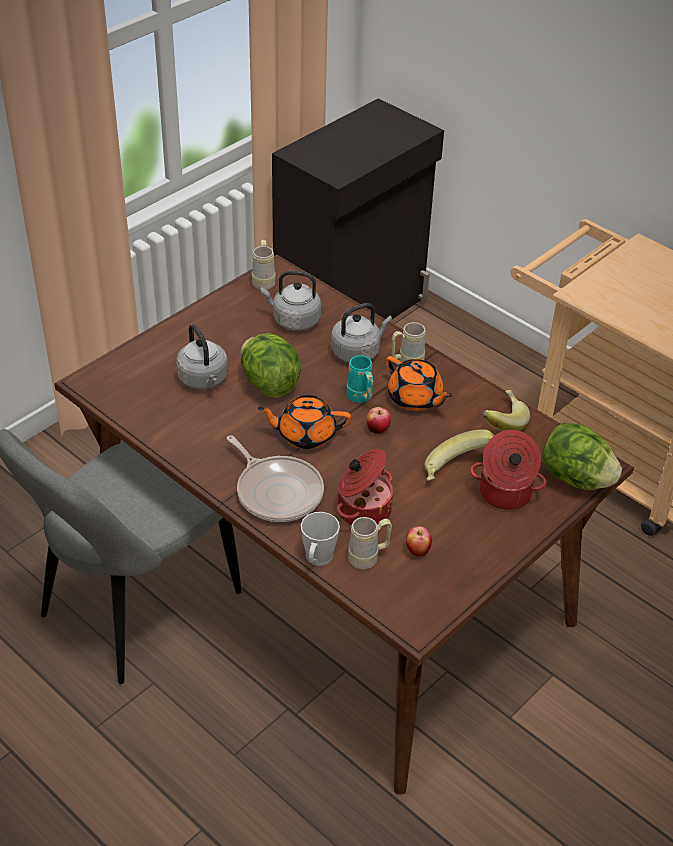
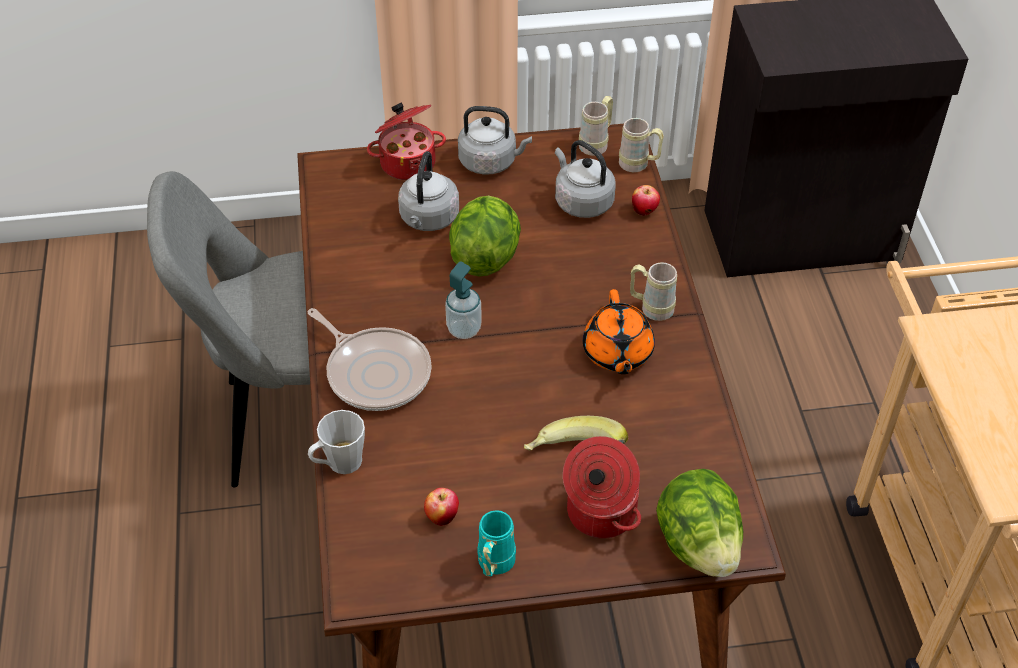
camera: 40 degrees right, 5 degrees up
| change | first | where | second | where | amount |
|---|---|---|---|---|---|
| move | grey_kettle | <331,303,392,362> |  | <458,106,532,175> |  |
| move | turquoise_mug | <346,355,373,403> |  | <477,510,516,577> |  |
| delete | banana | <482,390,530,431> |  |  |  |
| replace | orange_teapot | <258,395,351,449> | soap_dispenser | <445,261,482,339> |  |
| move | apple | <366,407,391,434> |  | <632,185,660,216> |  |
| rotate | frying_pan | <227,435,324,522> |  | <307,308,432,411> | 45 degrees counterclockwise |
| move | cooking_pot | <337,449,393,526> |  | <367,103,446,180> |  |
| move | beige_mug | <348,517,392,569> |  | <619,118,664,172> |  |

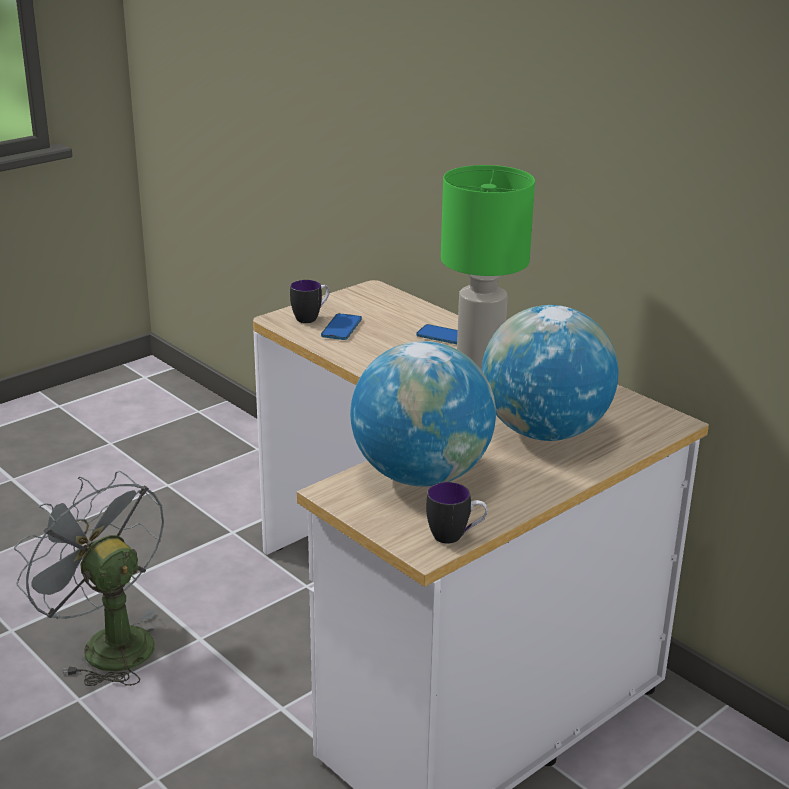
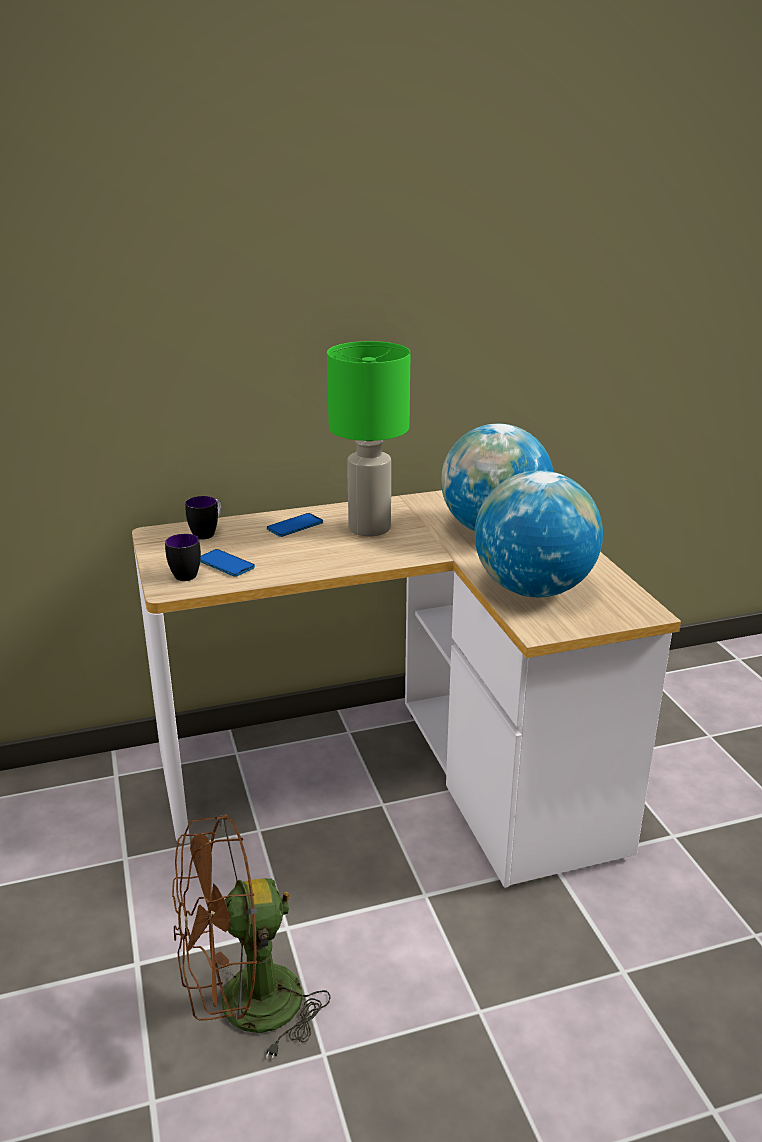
camera: 65 degrees left, 0 degrees up
| change | first | where | second | where | amount |
|---|---|---|---|---|---|
| recolor | grey_fan | <14,471,164,686> | brown_fan | <172,815,331,1061> |  |
| move | mug | <426,482,488,544> |  | <185,496,222,540> |  |

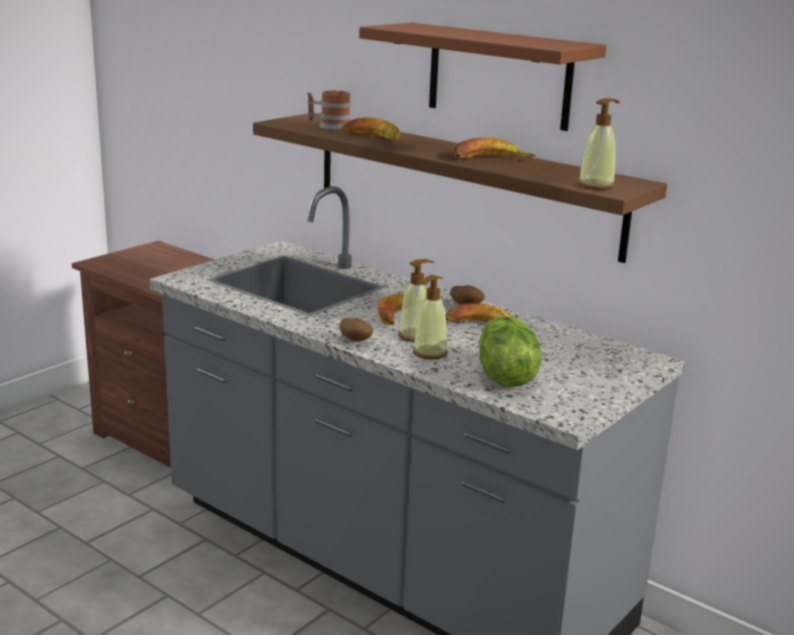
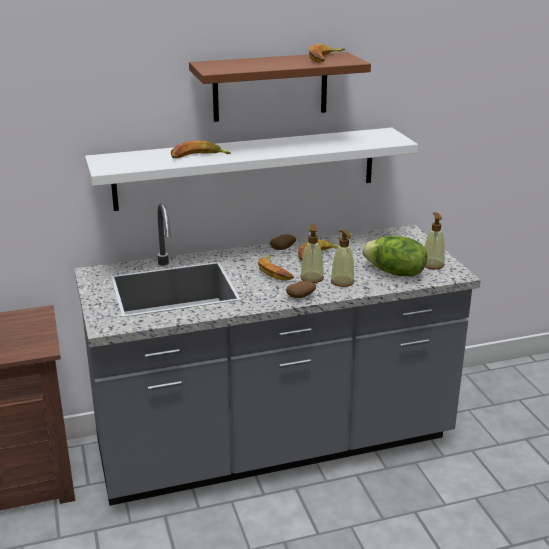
camera: 55 degrees left, 5 degrees up
| change | first | where | second | where | amount |
|---|---|---|---|---|---|
| delete | mug | <307,90,351,130> |  |  |  |
| move | soap_dispenser | <578,98,620,190> |  | <424,212,445,269> |  |
| recolor | brown_shelf | <253,114,667,263> | white_shelf | <85,128,418,211> |  |
| move | banana | <454,137,535,159> |  | <309,44,345,63> |  |

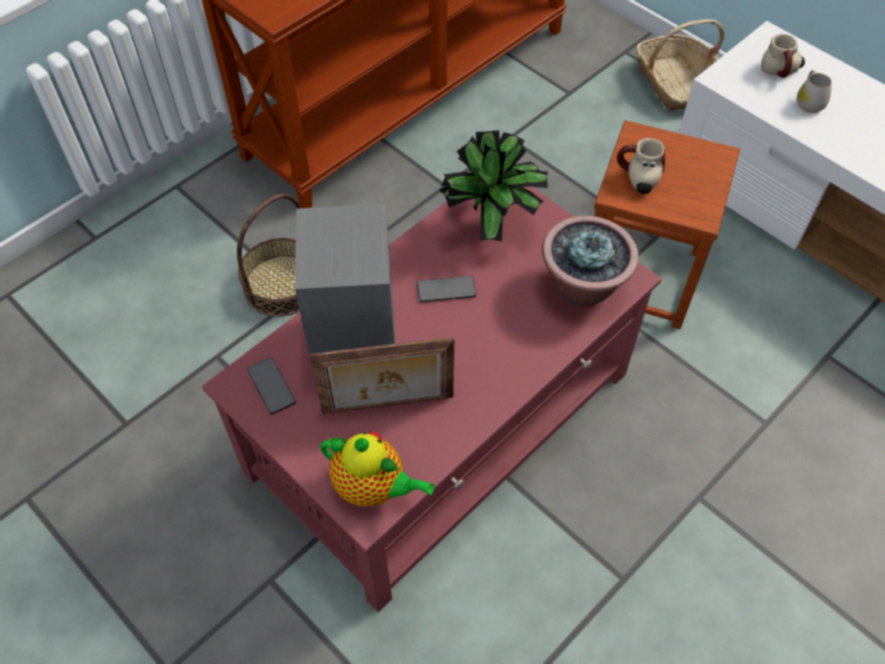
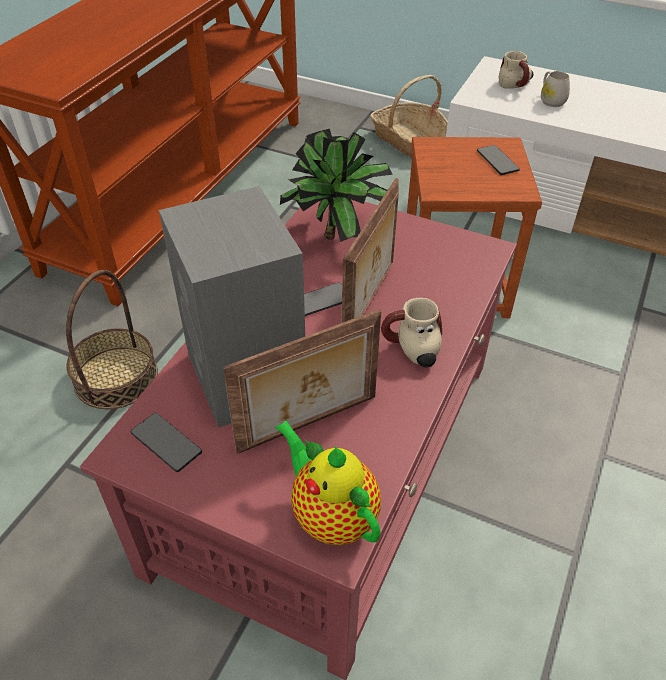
camera: 20 degrees left, 10 degrees down
| change | first | where | second | where | amount |
|---|---|---|---|---|---|
| move | mug | <616,138,665,194> |  | <381,297,442,367> |  |
| delete | potted_plant | <542,216,638,306> |  |  |  |
| rotate | teapot | <320,432,435,507> |  | <275,421,381,545> | 135 degrees counterclockwise |
| insert |  |  | phone | <477,145,520,175> |  |
| insert |  |  | picture_frame | <342,178,399,323> |  |

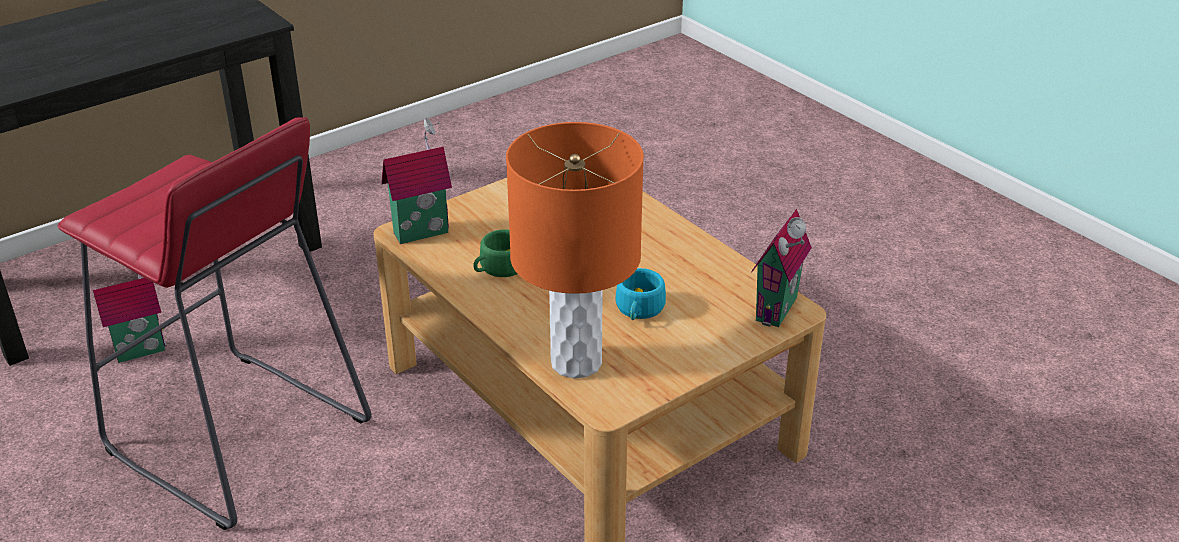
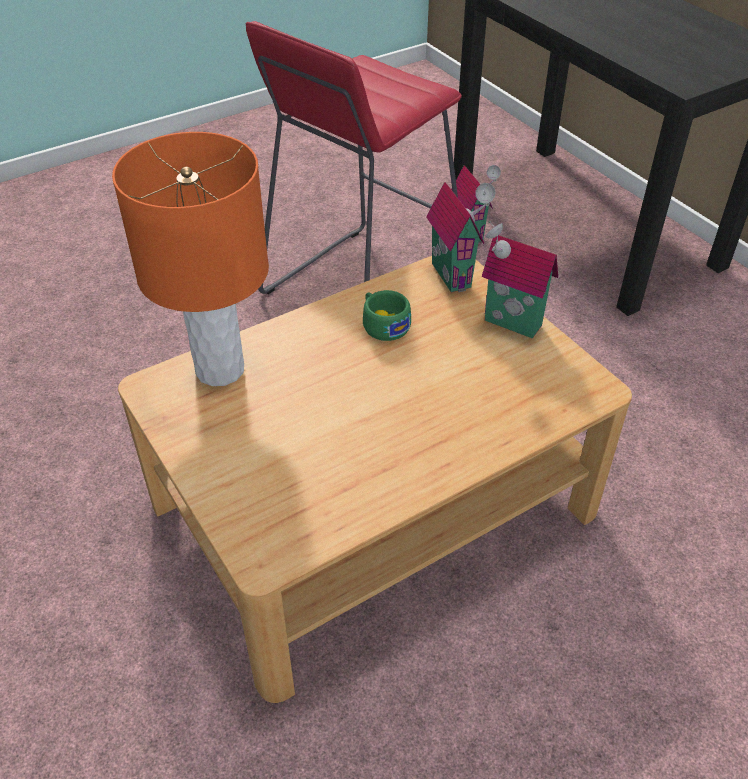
camera: 95 degrees right, 10 degrees up
| change | first | where | second | where | amount |
|---|---|---|---|---|---|
| move | toy_house | <751,209,812,327> |  | <482,221,558,338> |  |
| delete | turquoise_cup | <616,268,666,320> |  |  |  |

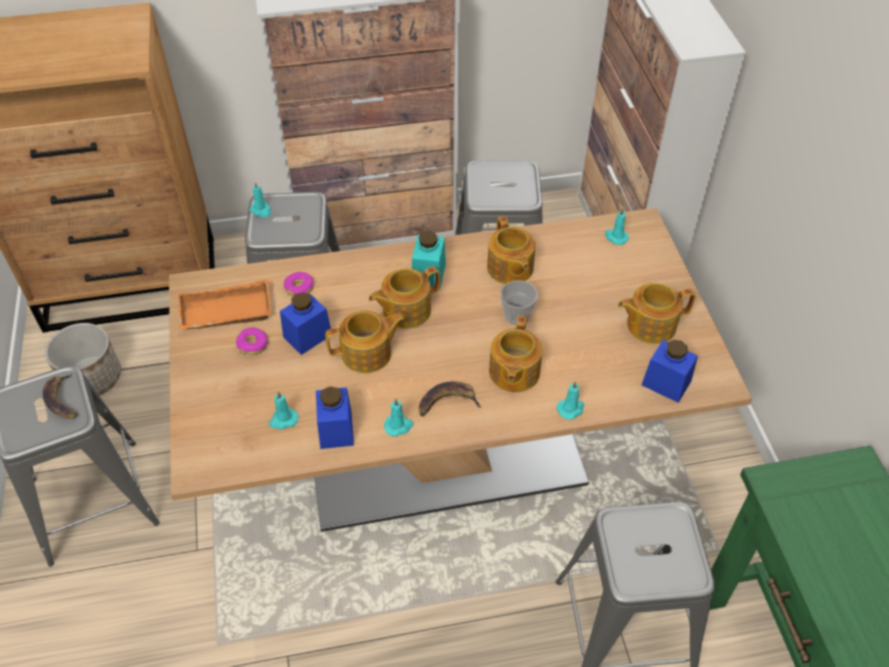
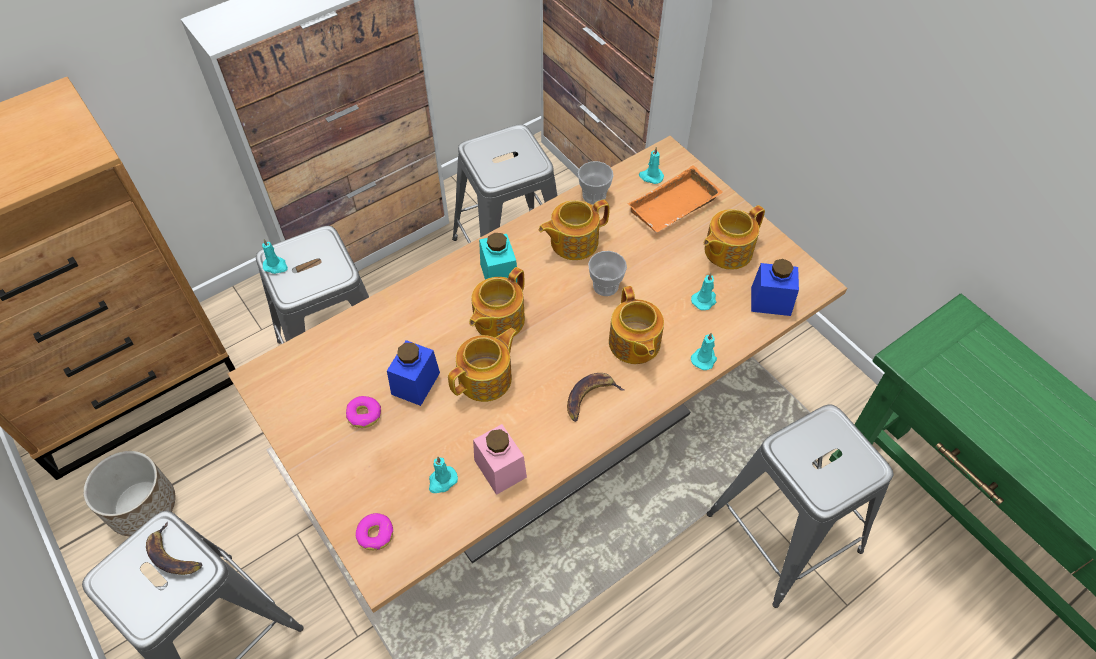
camera: 25 degrees left, 5 degrees up
| change | first | where | second | where | amount |
|---|---|---|---|---|---|
| rotate | teapot | <487,216,536,284> |  | <539,200,610,260> | 105 degrees clockwise |
| move | donut | <284,272,314,296> |  | <355,513,393,550> |  |
| move | orange_tray | <178,279,271,330> |  | <628,165,722,232> |  |
| recolor | blue_jar | <316,386,354,449> | pink_jar | <473,424,527,495> |  |
| move | turquoise_candle | <384,399,414,437> |  | <691,273,716,310> |  |
| insert |  |  | cup | <578,161,613,204> |  |

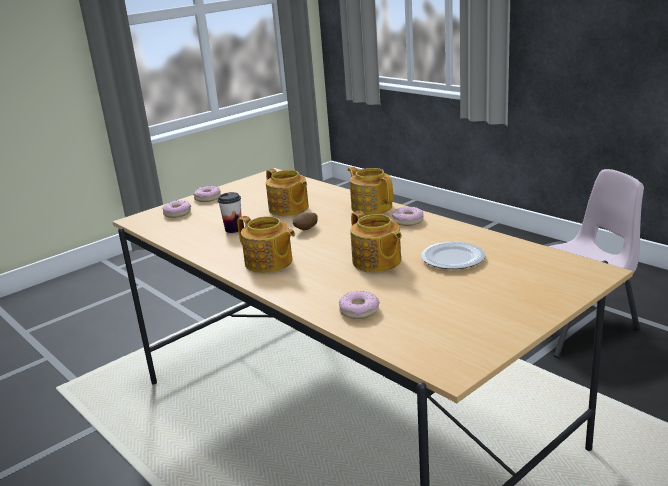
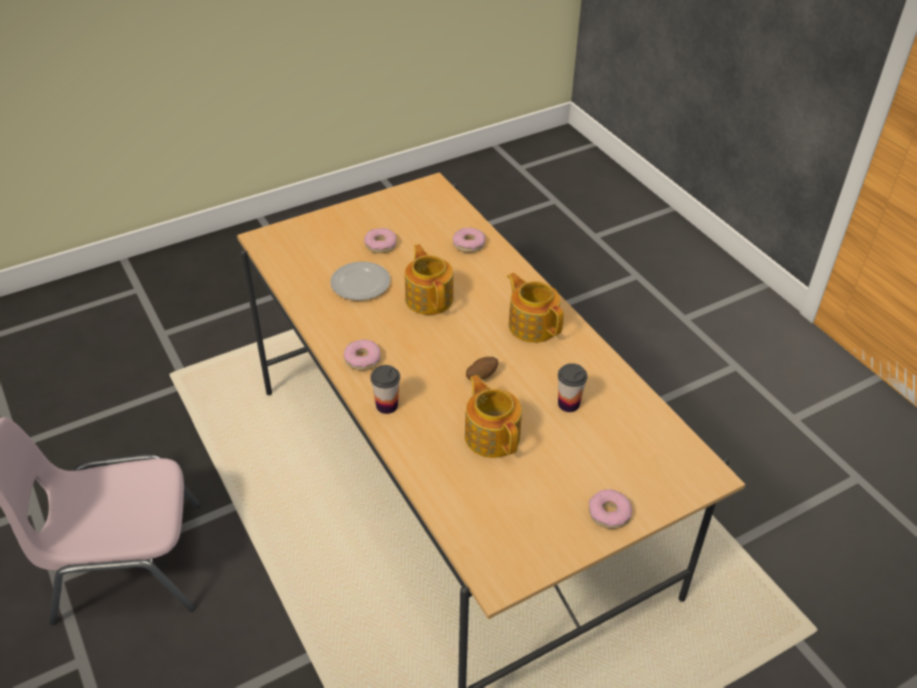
camera: 170 degrees left, 20 degrees up
| change | first | where | second | where | amount |
|---|---|---|---|---|---|
| replace | teapot | <348,166,393,215> | cup | <371,365,400,414> |  |
| move | donut | <162,200,191,218> |  | <364,228,397,253> |  |

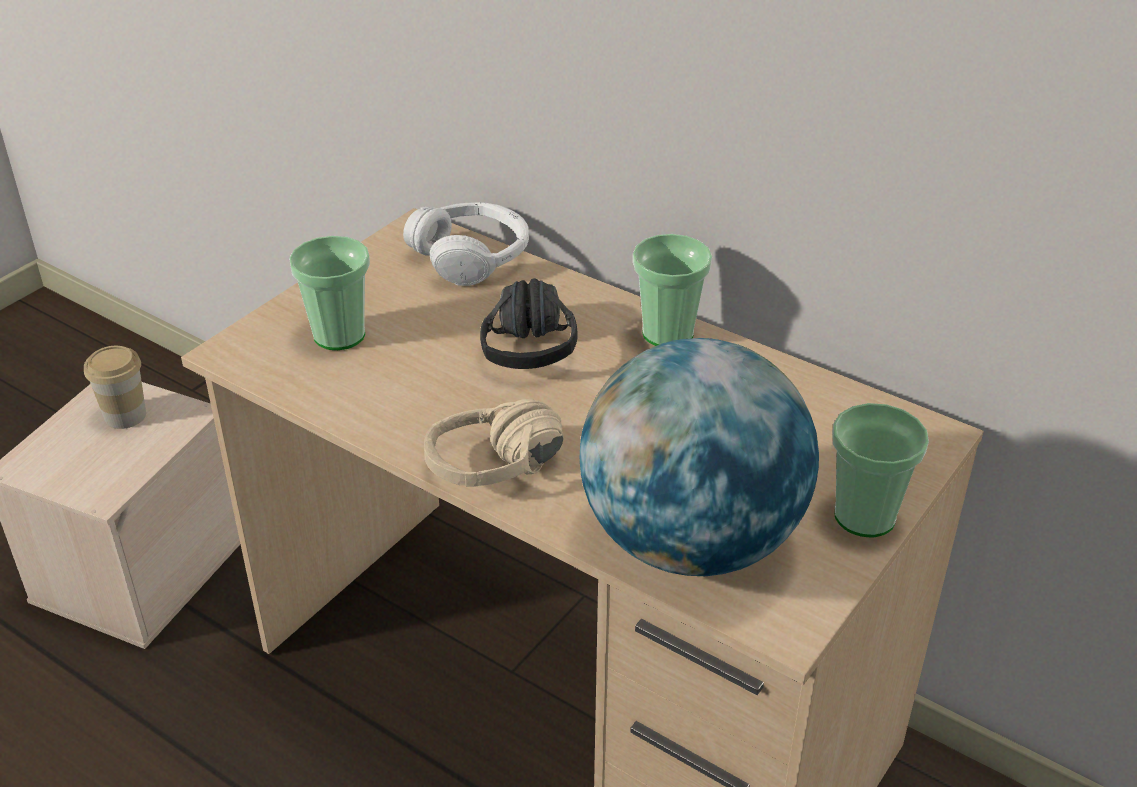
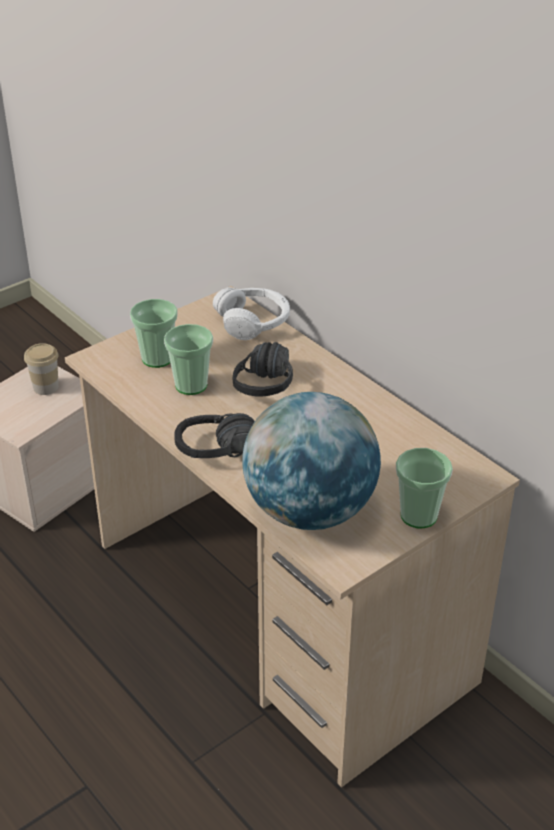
camera: 15 degrees right, 0 degrees up
| change | first | where | second | where | amount |
|---|---|---|---|---|---|
| move | cup | <633,234,712,346> |  | <164,324,213,395> |  |
| recolor | beige_headphones | <424,399,564,487> | black_headphones | <174,413,255,458> |  |

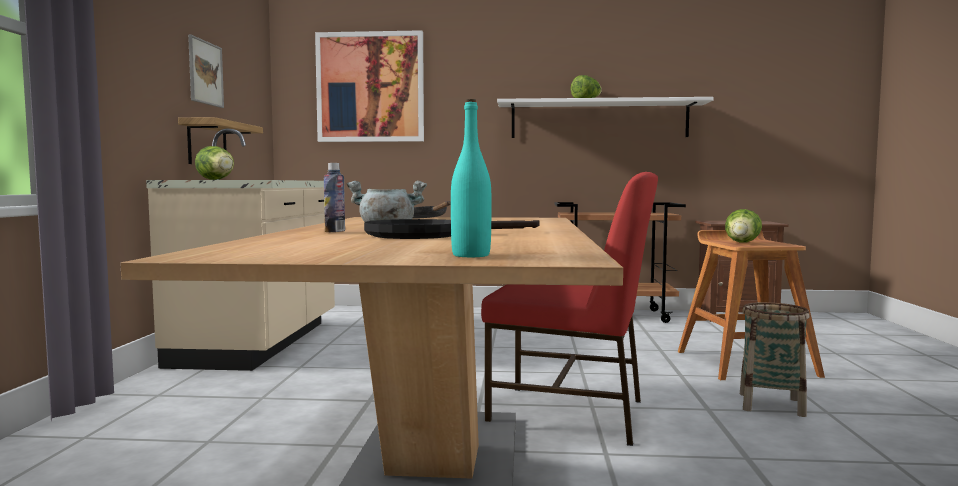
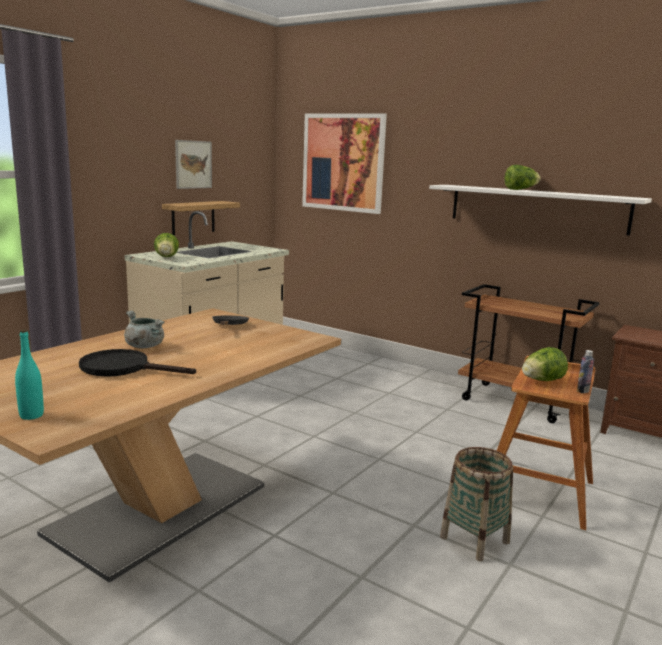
camera: 30 degrees right, 10 degrees up
| change | first | where | second | where | amount |
|---|---|---|---|---|---|
| move | bottle | <324,163,345,232> |  | <577,350,594,393> |  |
| delete | red_chair | <481,172,658,446> |  |  |  |

